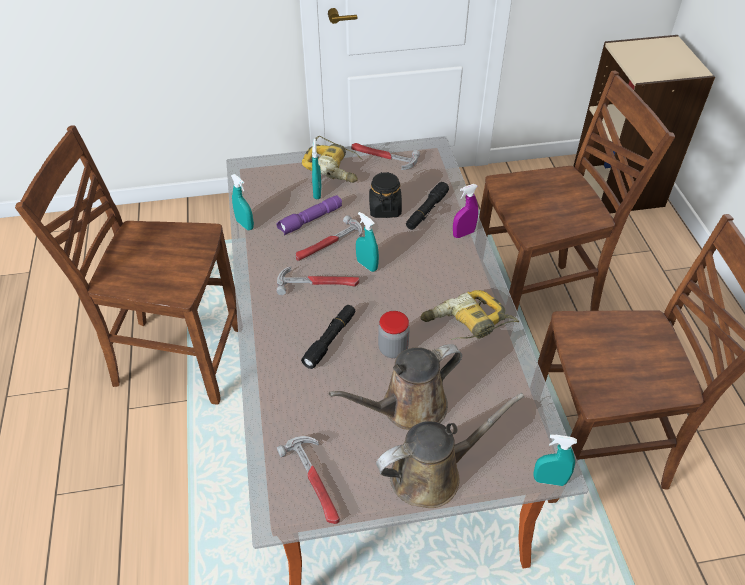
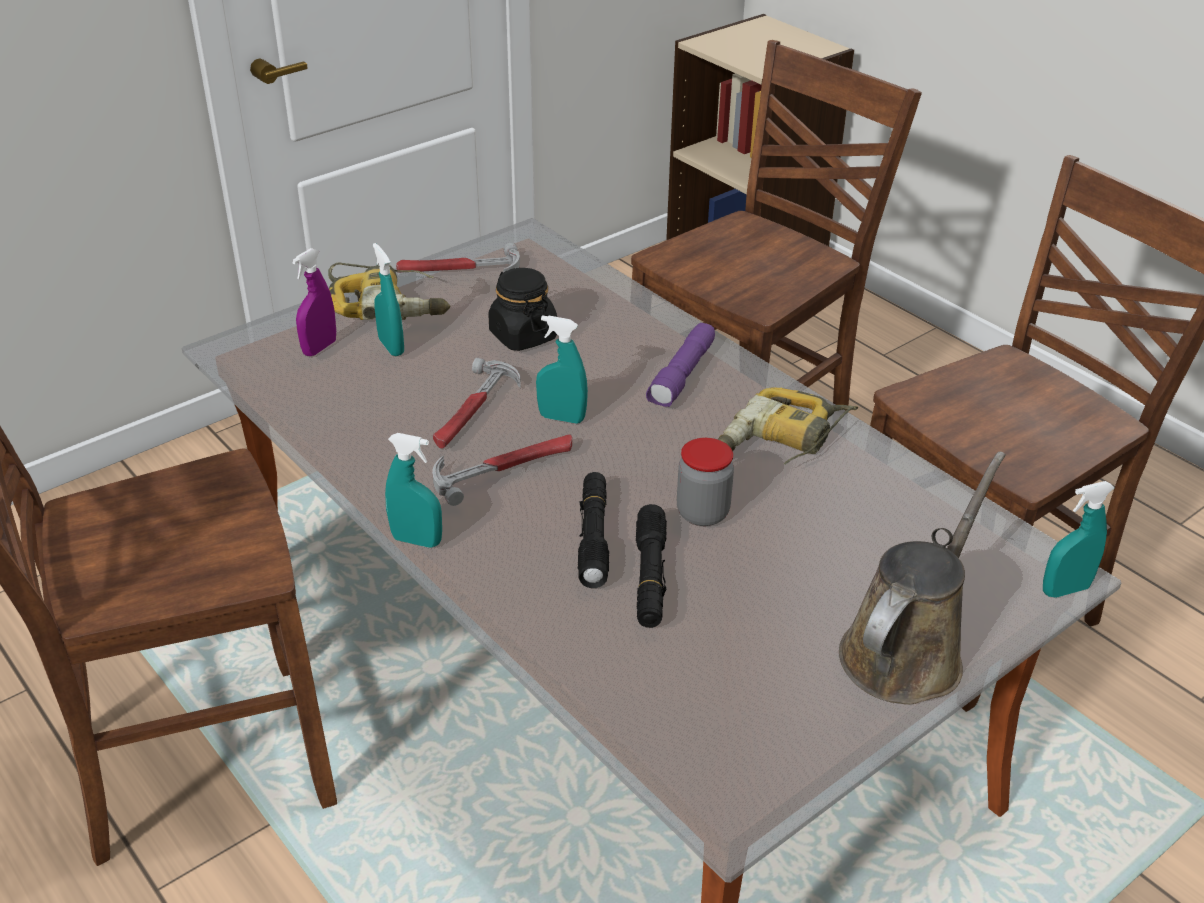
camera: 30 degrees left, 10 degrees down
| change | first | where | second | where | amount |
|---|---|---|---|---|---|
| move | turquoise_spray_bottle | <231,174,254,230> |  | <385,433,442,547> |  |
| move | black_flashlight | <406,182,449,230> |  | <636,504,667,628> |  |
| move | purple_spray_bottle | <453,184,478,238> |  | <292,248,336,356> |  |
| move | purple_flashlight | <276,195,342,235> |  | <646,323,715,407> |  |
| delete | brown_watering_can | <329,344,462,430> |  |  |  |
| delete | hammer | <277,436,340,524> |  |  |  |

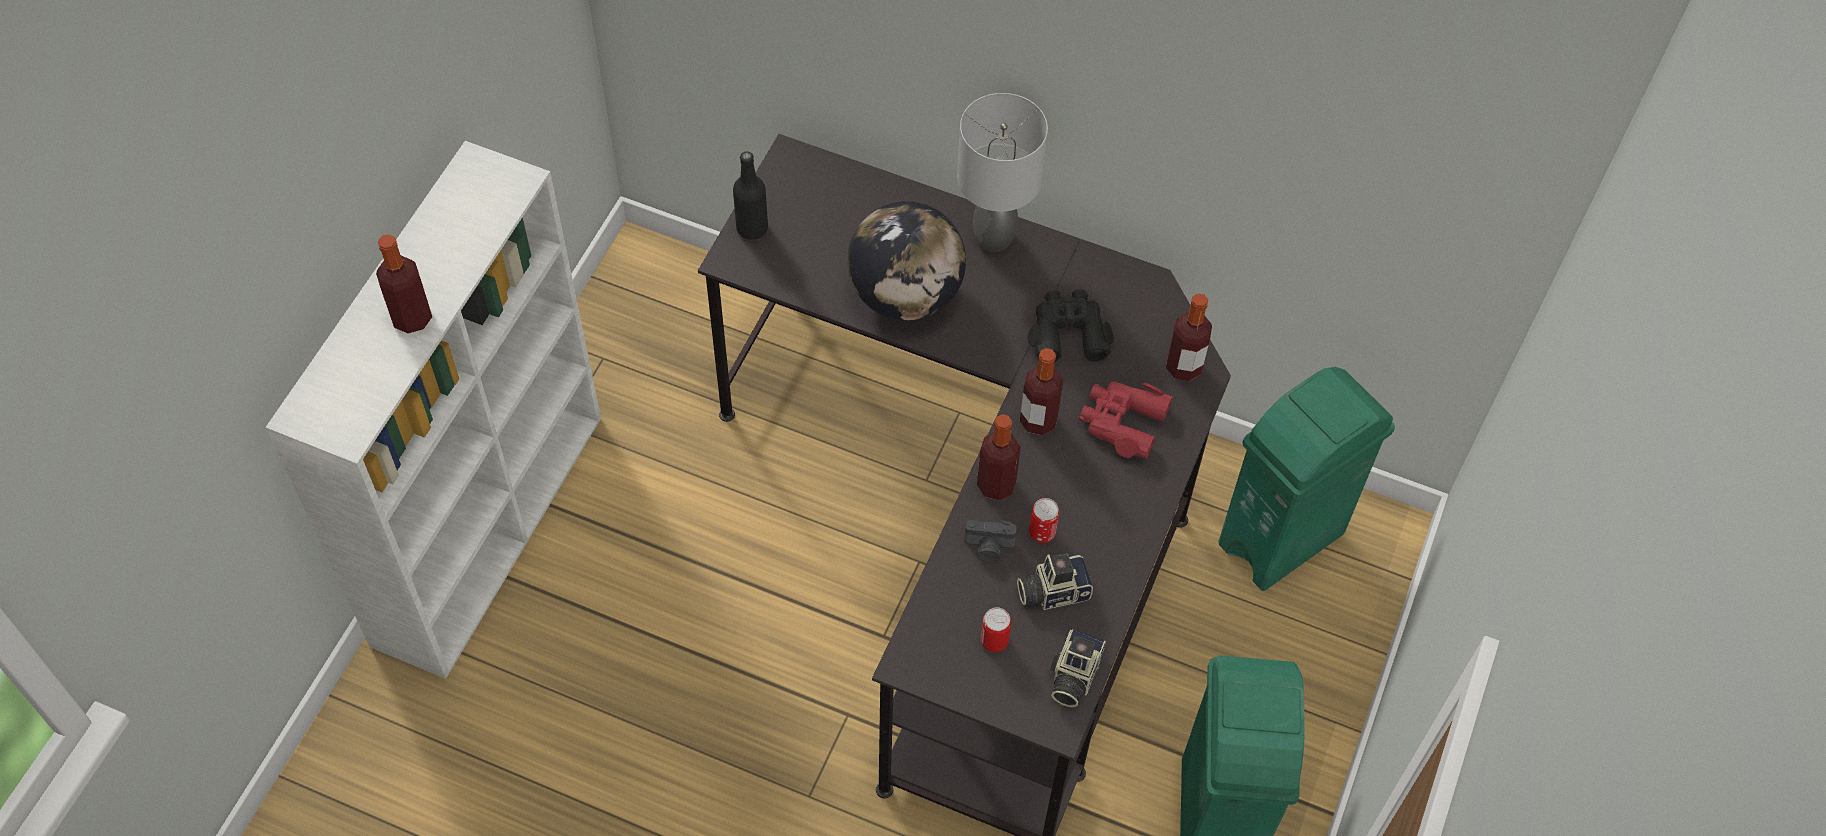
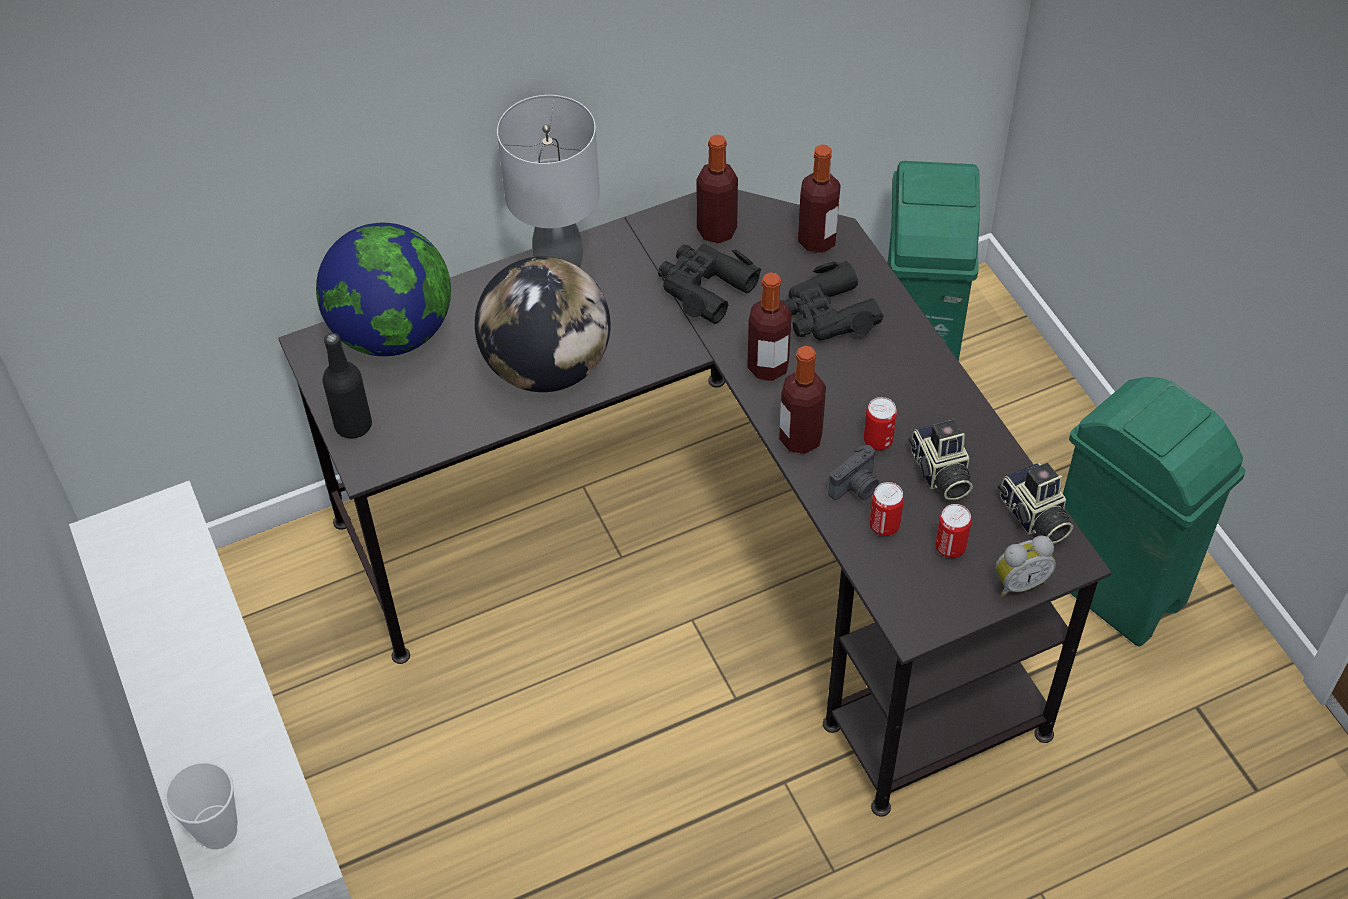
camera: 45 degrees left, 5 degrees down
| change | first | where | second | where | amount |
|---|---|---|---|---|---|
| move | bottle | <376,234,432,334> |  | <696,134,738,243> |  |
| recolor | red_binoculars | <1079,382,1173,459> | black_binoculars | <781,261,884,340> |  |
| rotate | photo_camera | <1017,553,1093,610> |  | <909,420,973,500> | 45 degrees counterclockwise |
| insert |  |  | globe | <316,223,451,356> |  |
| insert |  |  | can | <870,482,904,536> |  |
| insert |  |  | alarm_clock | <996,536,1056,597> |  |
| insert |  |  | cup | <165,762,238,849> |  |

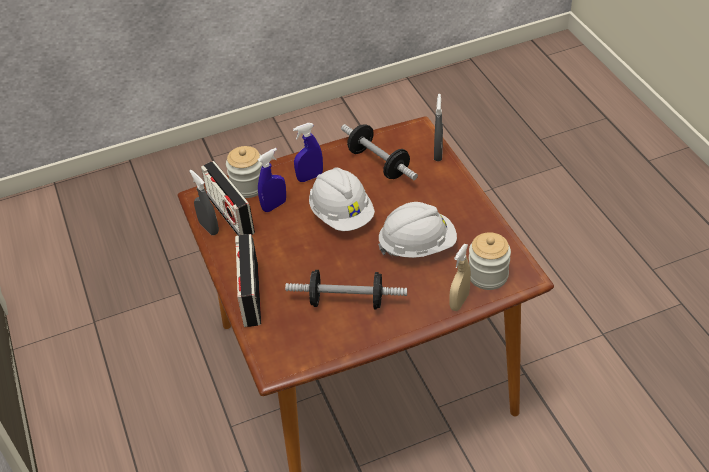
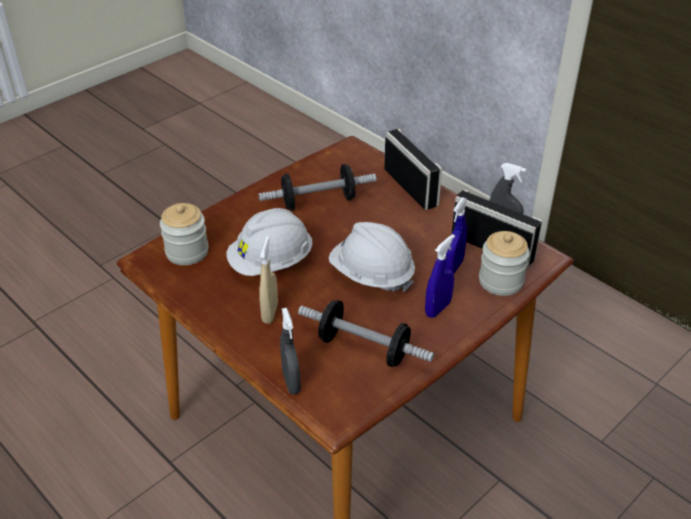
camera: 155 degrees right, 5 degrees down
| change | first | where | second | where | amount |
|---|---|---|---|---|---|
| move | beige_spray_bottle | <449,243,471,311> |  | <259,236,278,324> |  |

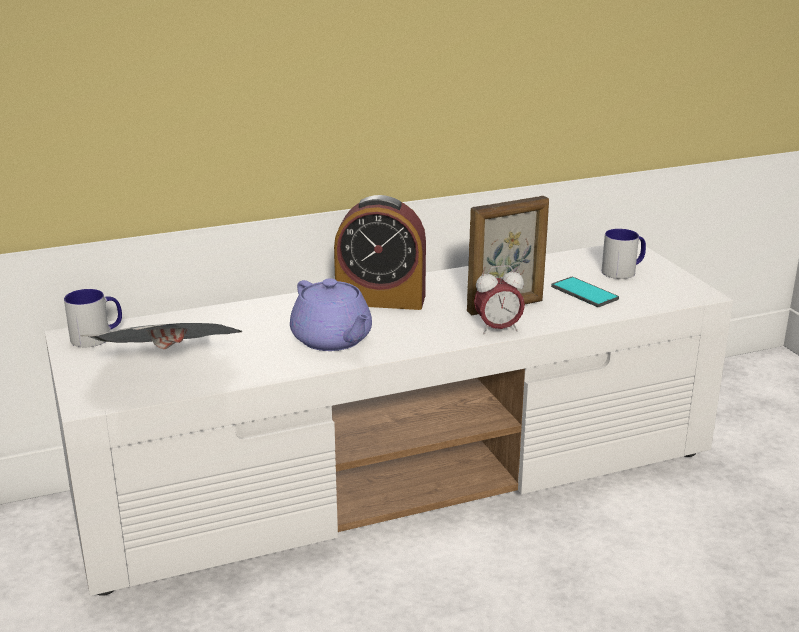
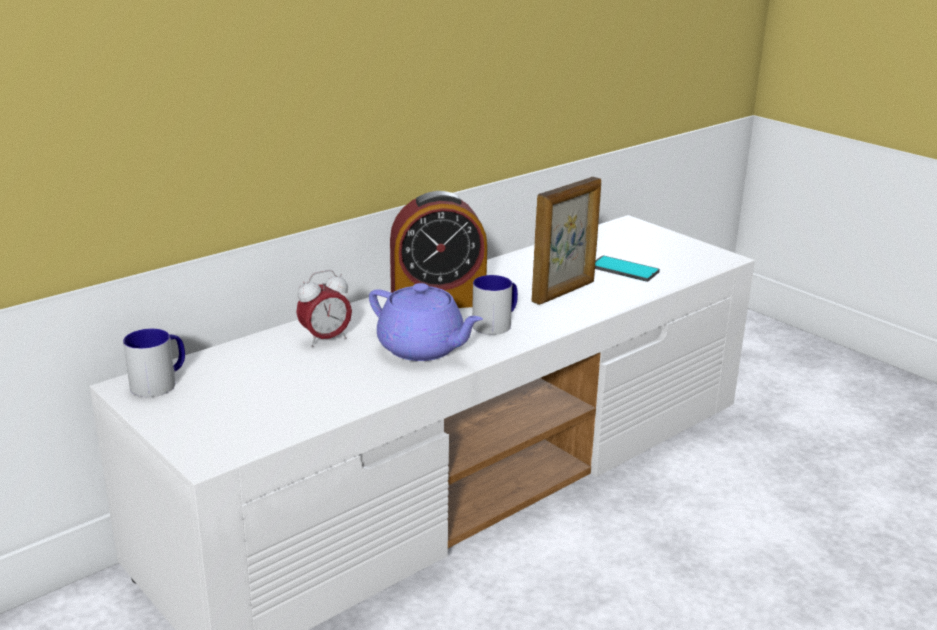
camera: 20 degrees left, 0 degrees up
| change | first | where | second | where | amount |
|---|---|---|---|---|---|
| move | mug | <602,229,646,279> |  | <472,275,518,335> |  |
| move | alarm_clock | <474,265,525,335> |  | <296,270,352,347> |  |
| delete | newspaper | <80,323,242,349> |  |  |  |

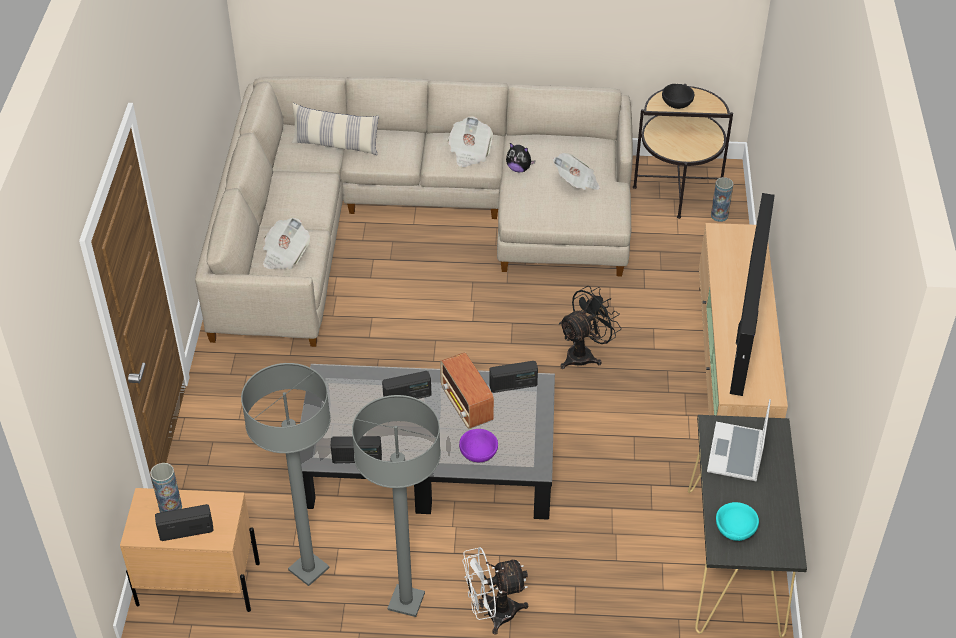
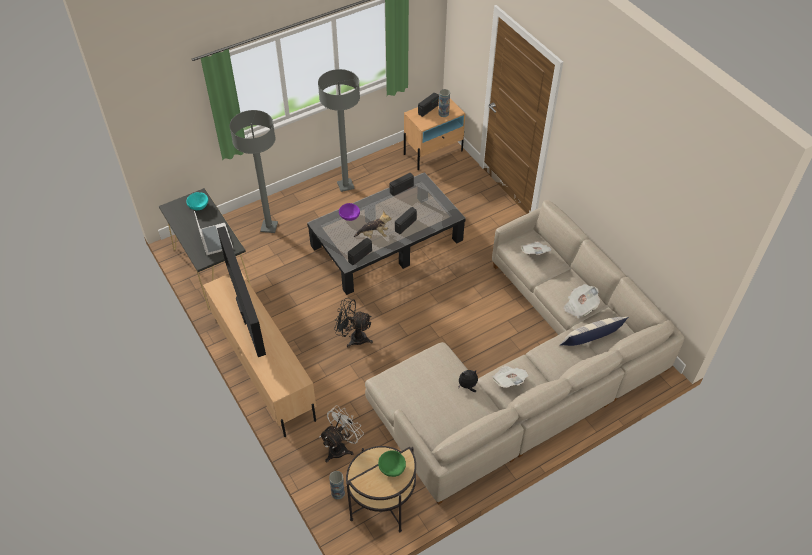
camera: 145 degrees right, 5 degrees up
| change | first | where | second | where | amount |
|---|---|---|---|---|---|
| recolor | black_bowl | <662,84,695,109> | green_bowl | <378,450,406,477> |  |
| move | newspaper | <553,153,600,190> |  | <563,284,600,318> |  |
| rotate | black_fan | <559,286,621,369> |  | <334,298,373,348> | 90 degrees clockwise |
| replace | radio | <440,352,494,429> | plush_toy | <354,211,391,239> |  |
| move | grey_floor_lamp | <241,363,331,586> |  | <230,110,278,233> |  |
| move | white_fan | <462,547,528,635> |  | <320,405,364,463> |  |

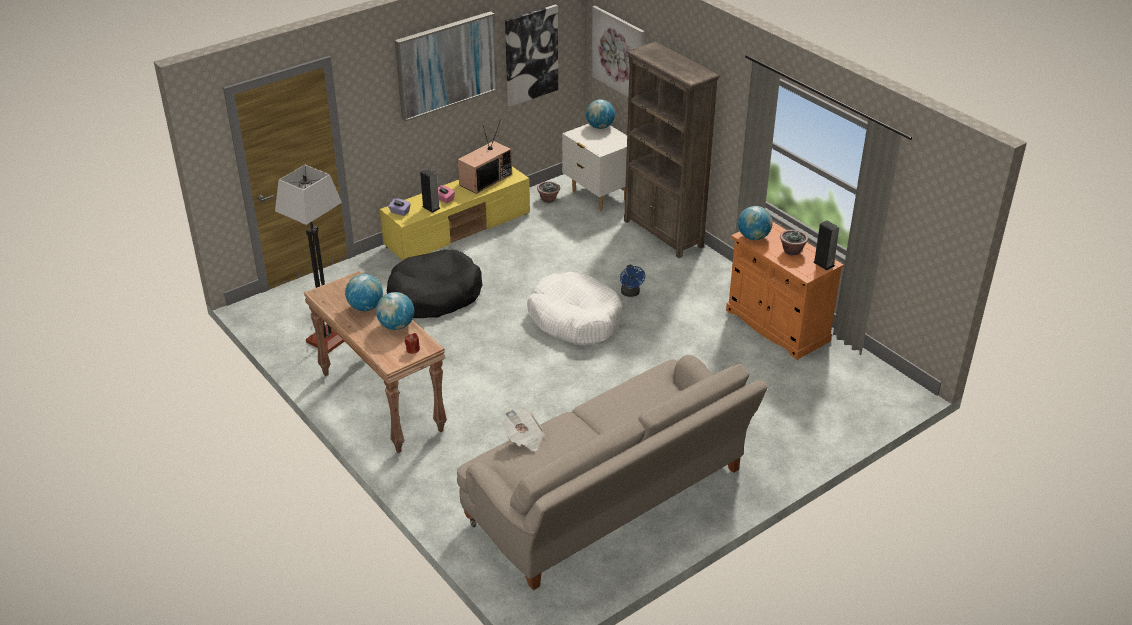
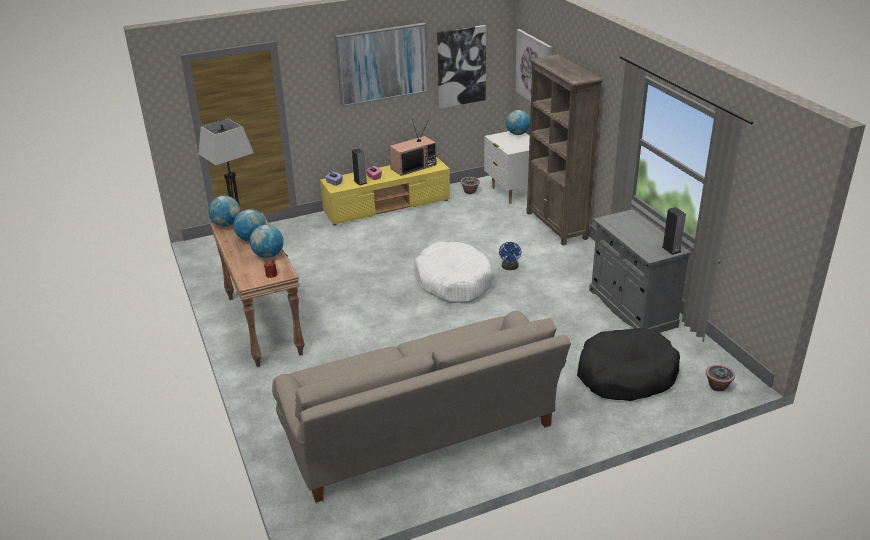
camera: 15 degrees right, 5 degrees down
| change | first | where | second | where | amount |
|---|---|---|---|---|---|
| move | globe | <738,206,773,240> |  | <208,196,240,227> |  |
| recolor | orange_cabinet | <726,222,844,360> | grey_cabinet | <589,209,691,333> |  |
| move | potted_plant | <780,230,808,255> |  | <706,365,735,391> |  |
| move | black_dog_bed | <387,249,483,318> |  | <577,328,680,401> |  |
| delete | newspaper | <502,409,545,452> |  |  |  |

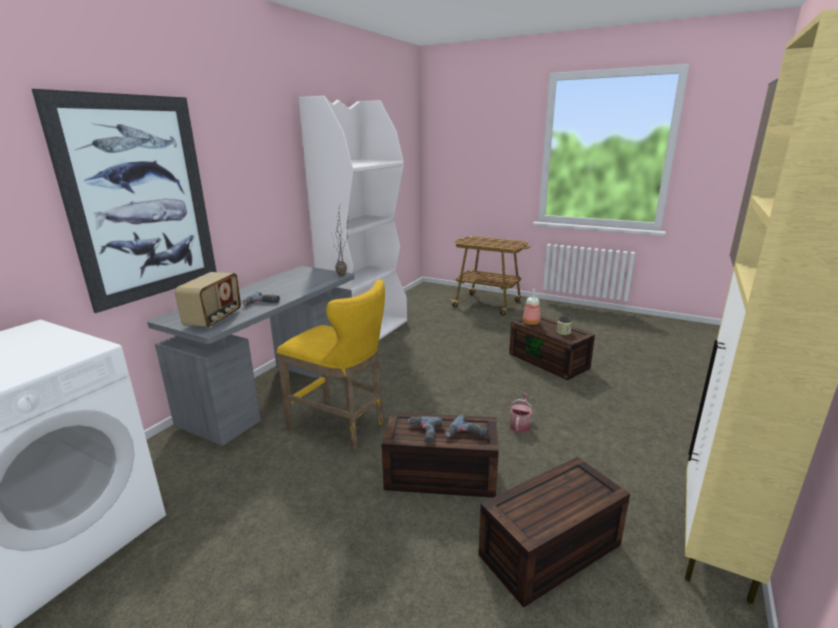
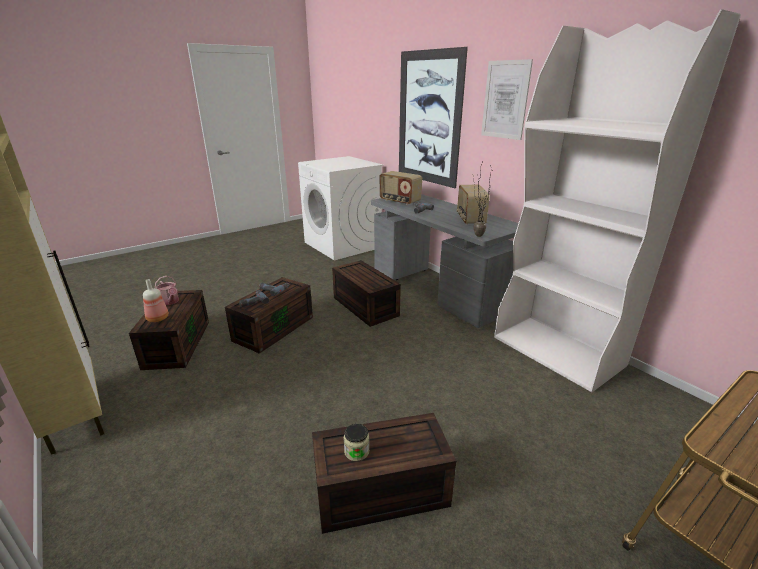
camera: 115 degrees right, 5 degrees up
| change | first | where | second | where | amount |
|---|---|---|---|---|---|
| replace | yellow_stool | <277,279,385,450> | brown_storage_box | <332,260,401,327> |  |
| move | bottle | <523,289,540,325> |  | <143,279,169,322> |  |
| move | watering_can | <509,394,533,433> |  | <155,276,179,305> |  |
| insert |  |  | picture | <481,59,533,140> |  |
| insert |  |  | radio | <456,185,490,225> |  |

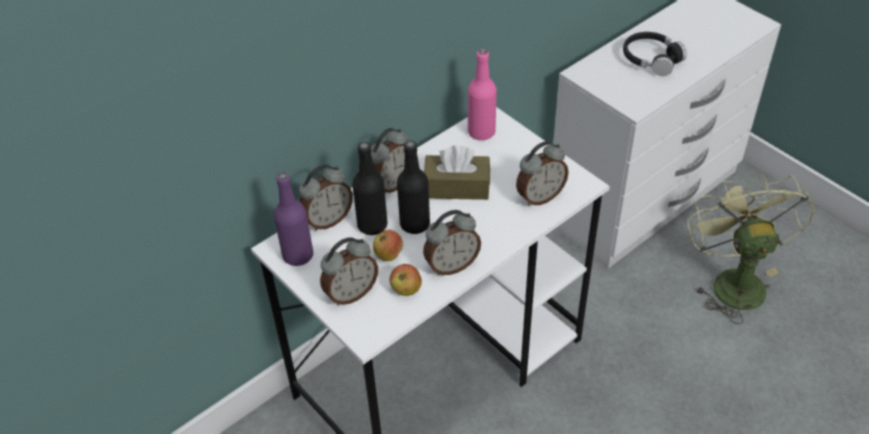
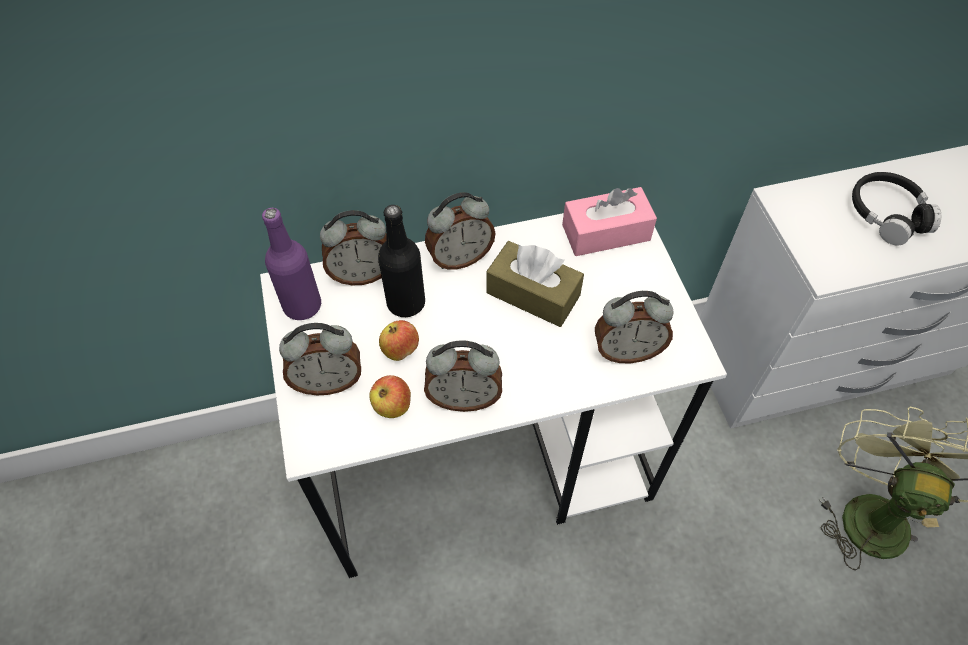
camera: 25 degrees right, 10 degrees up
| change | first | where | second | where | amount |
|---|---|---|---|---|---|
| replace | pink_bottle | <468,49,497,140> | pink_tissue_box | <562,187,657,256> |  |
| delete | black_bottle | <397,141,430,234> |  |  |  |

